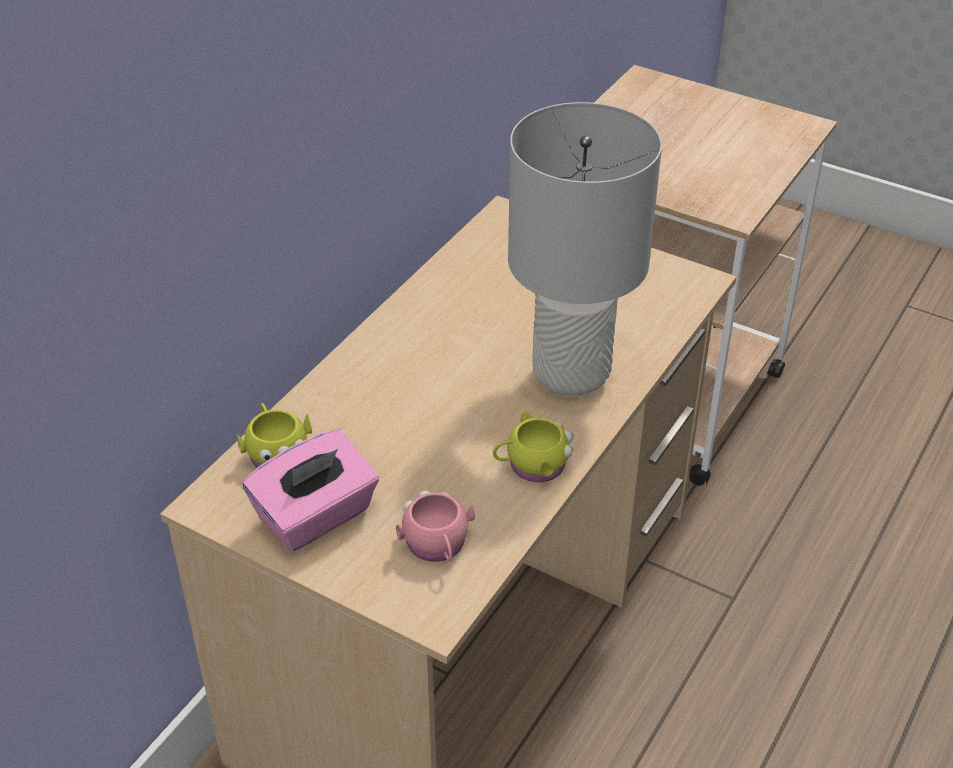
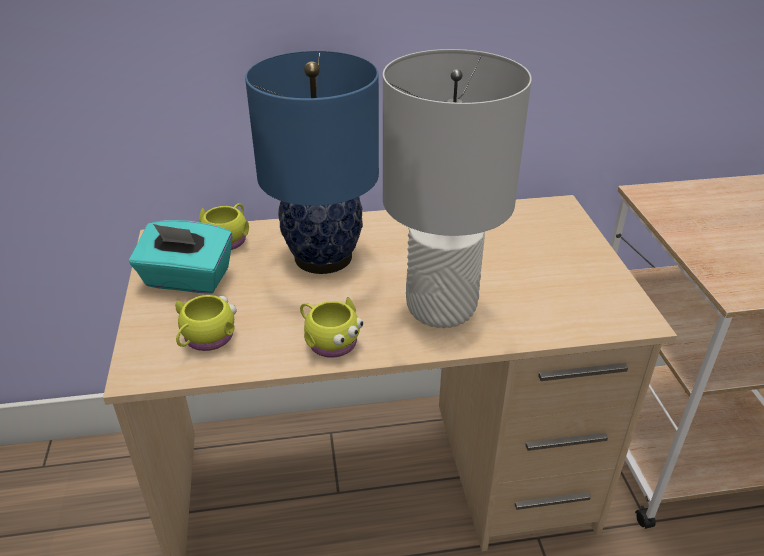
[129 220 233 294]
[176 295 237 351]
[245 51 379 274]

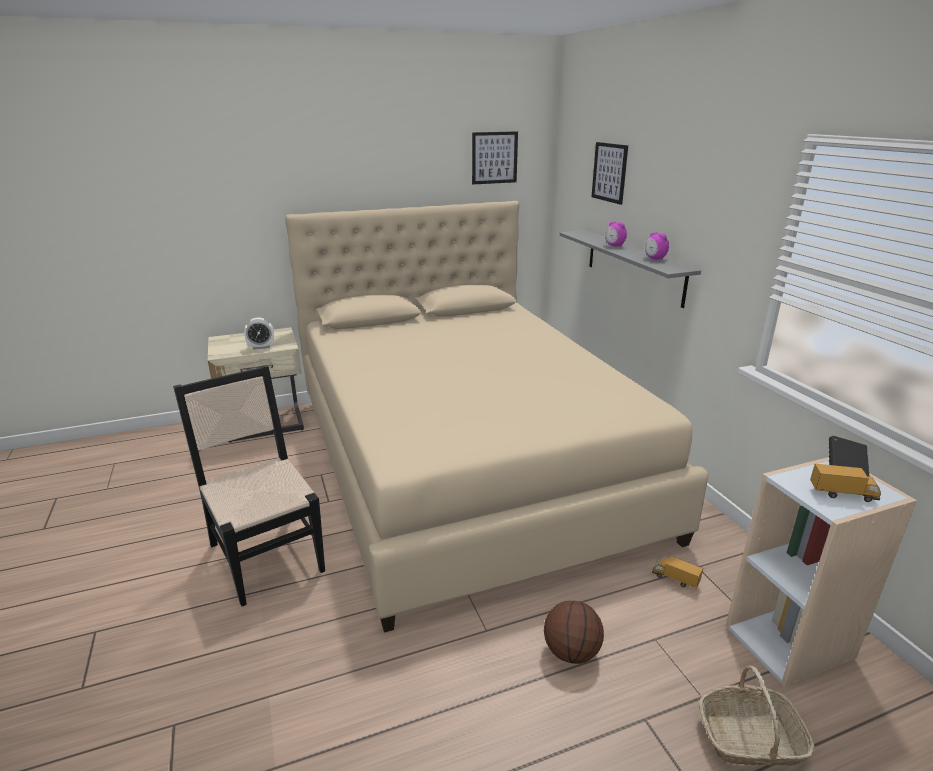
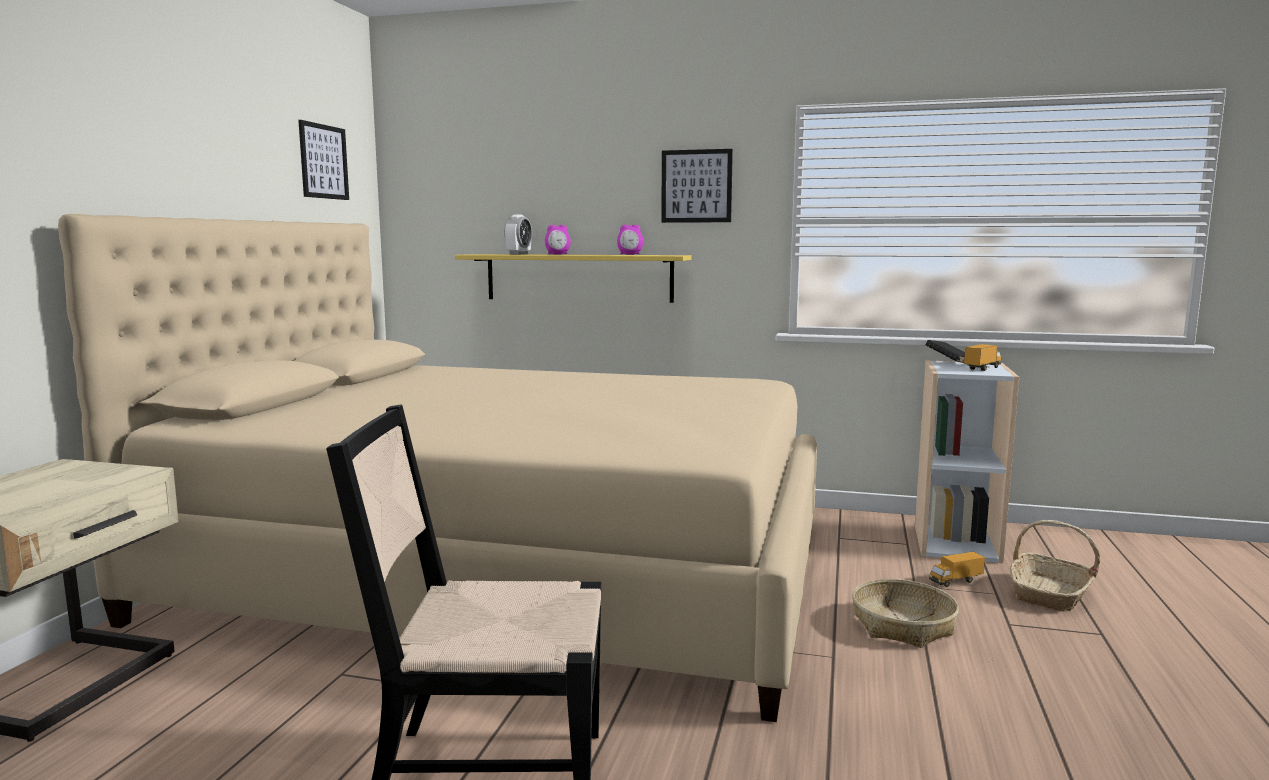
[661 149 733 223]
[455 254 692 303]
[504 214 532 255]
[929 552 985 587]
[852 579 959 648]

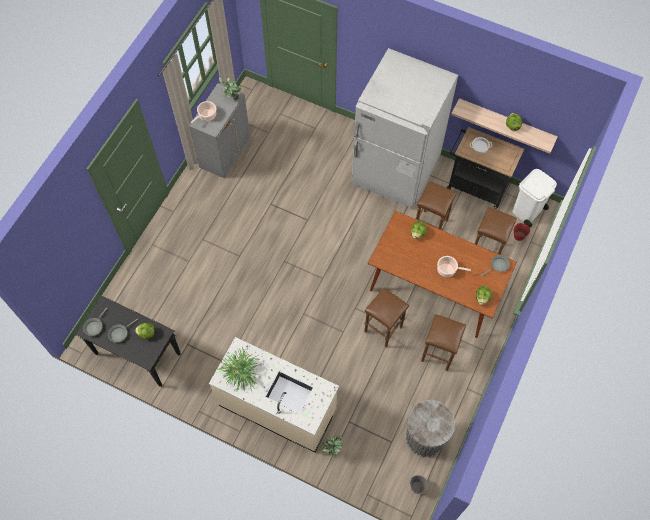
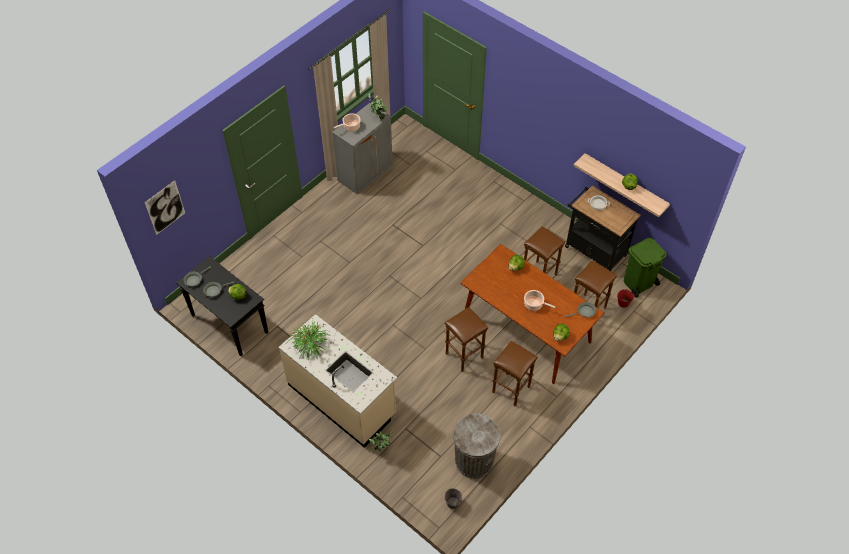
[352 48 458 209] (first image)
[624 238 667 298]
[145 180 185 235]

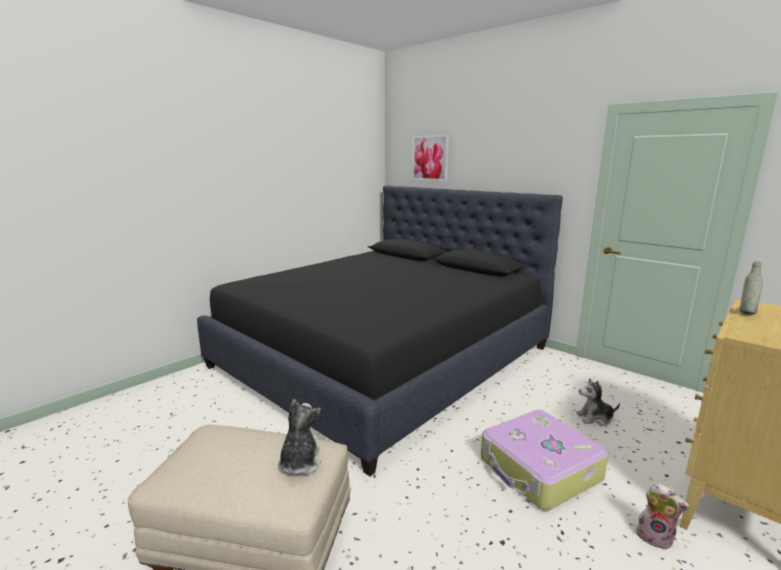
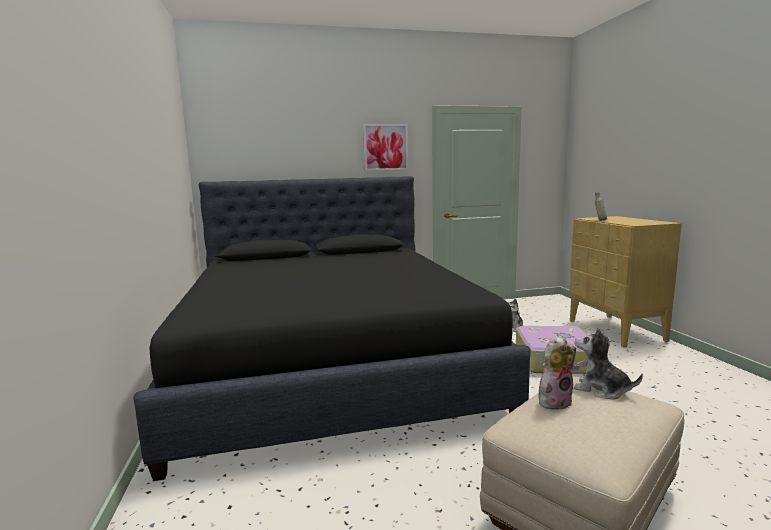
[363 124 408 171]
[538 336 576 409]

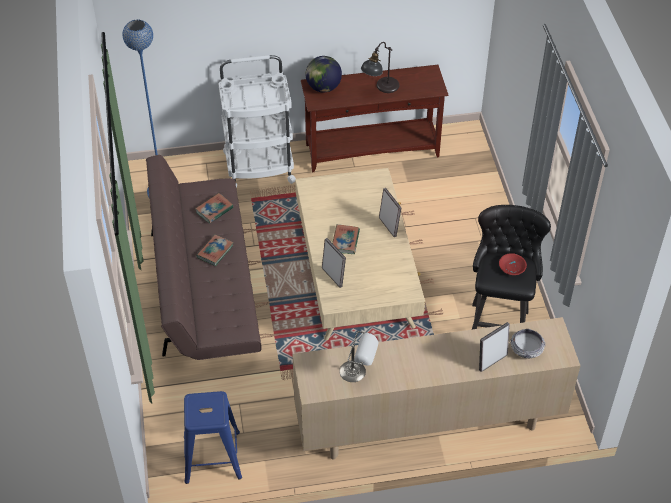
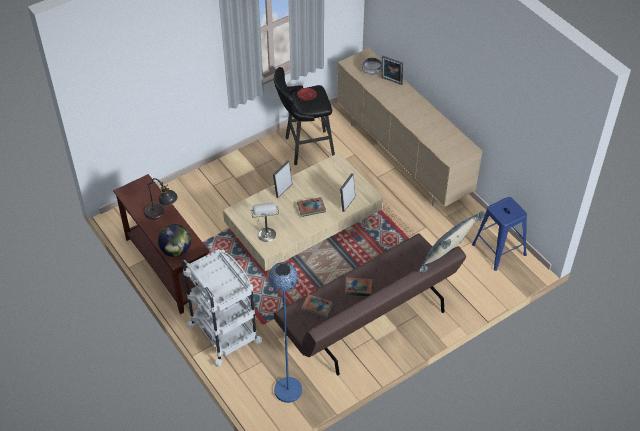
[251 203 279 242]
[419 210 485 272]

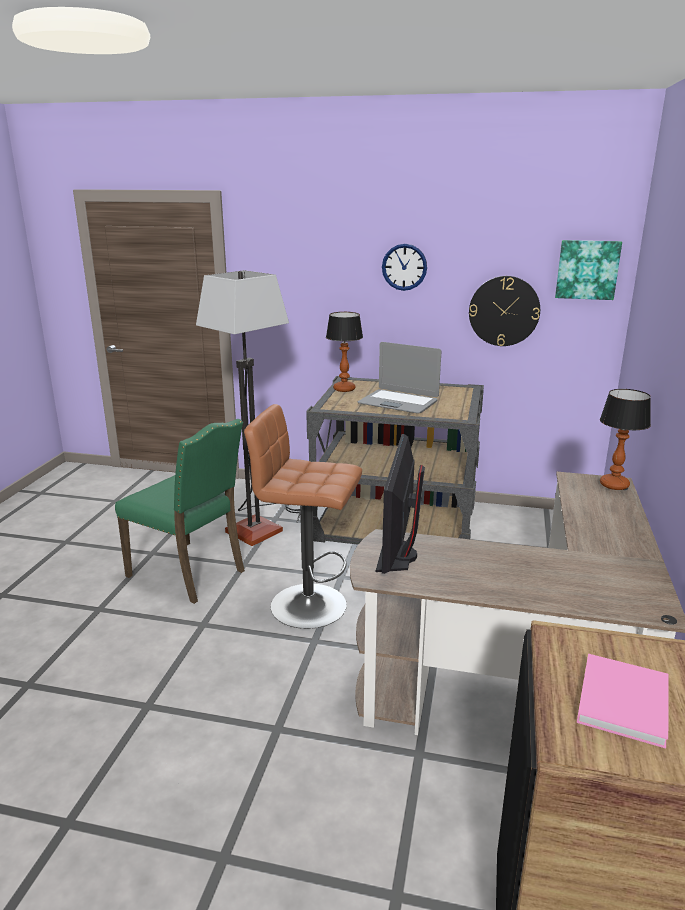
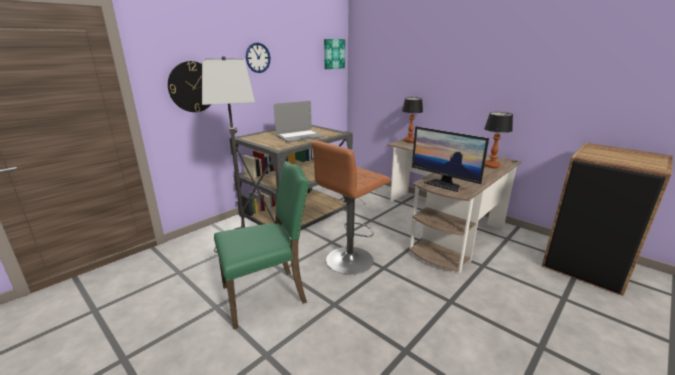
[168 61 211 112]
[484 112 513 168]
[577 654 669 749] (first image)

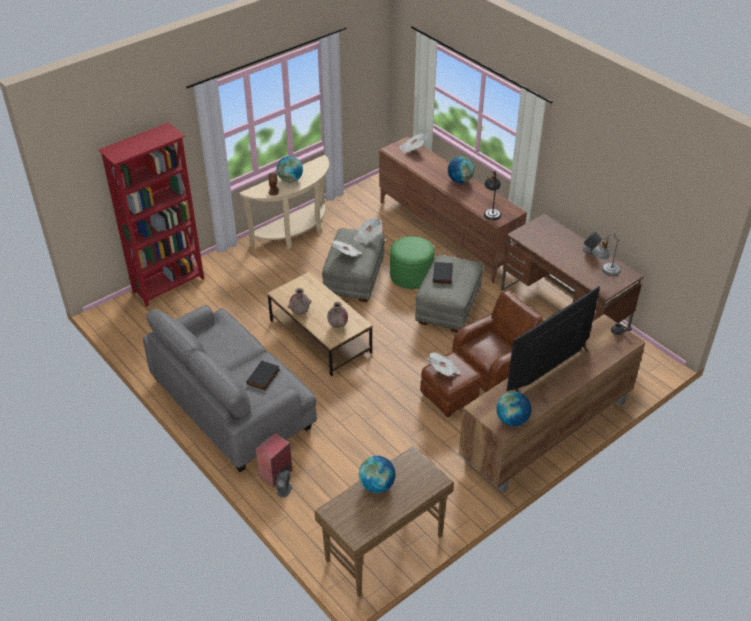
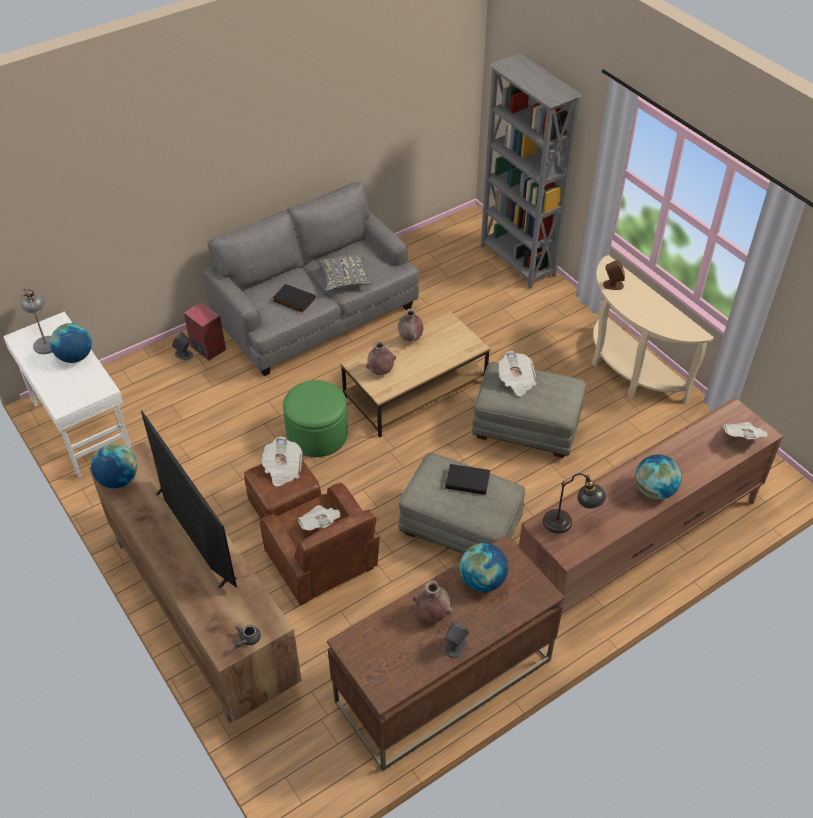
[481 53 583 289]
[460 543 508 592]
[298 505 340 530]
[20 287 52 354]
[283 380 348 457]
[3 312 131 478]
[317 254 373 291]
[413 581 453 623]

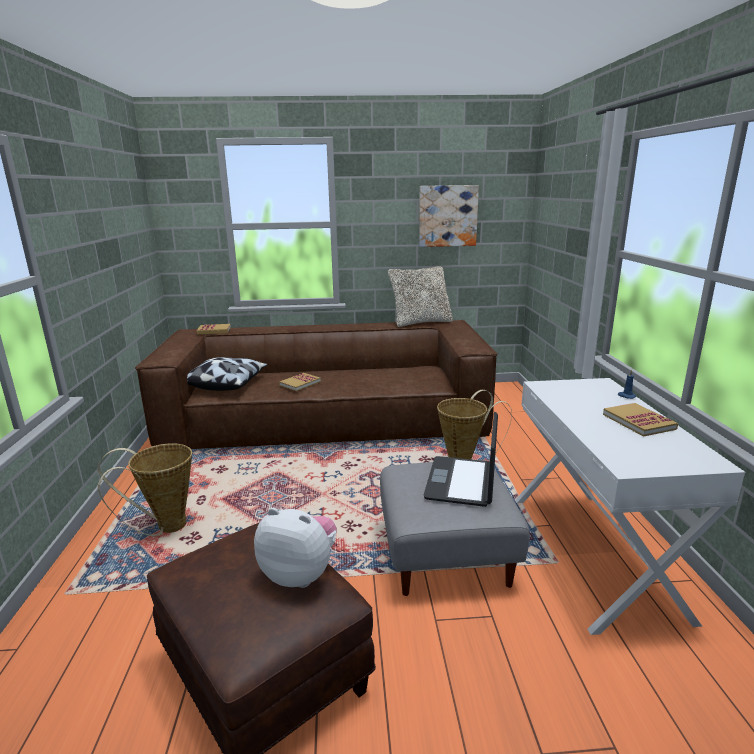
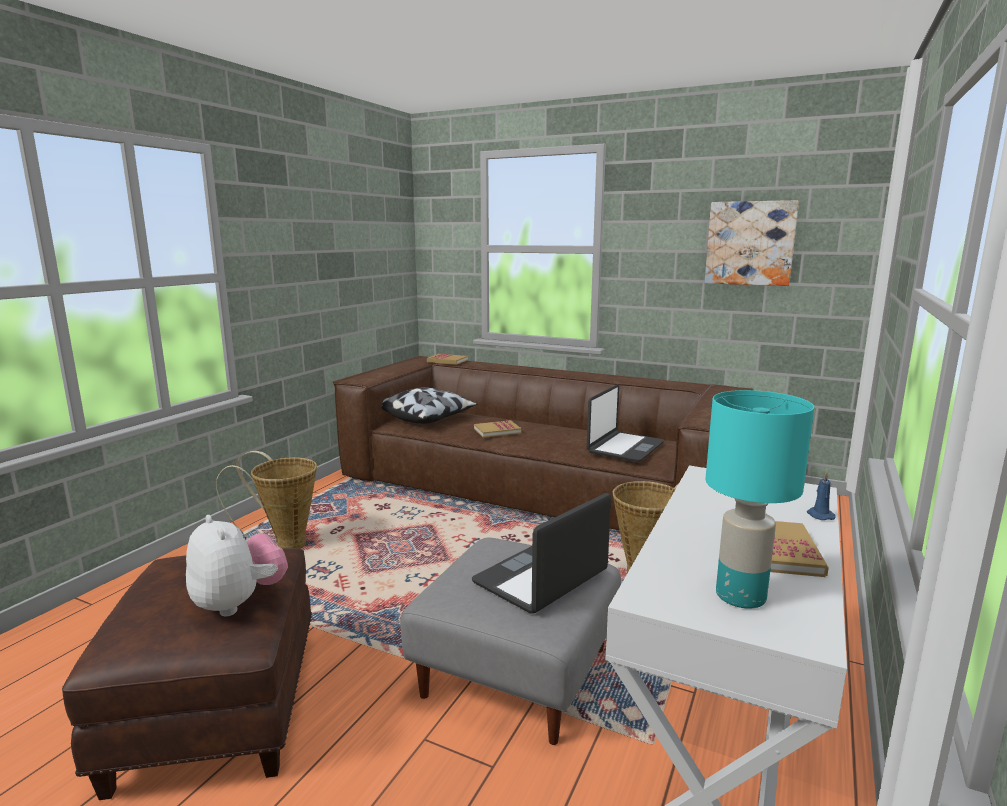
[388 267 453 327] (first image)
[586 384 664 462]
[705 390 814 609]

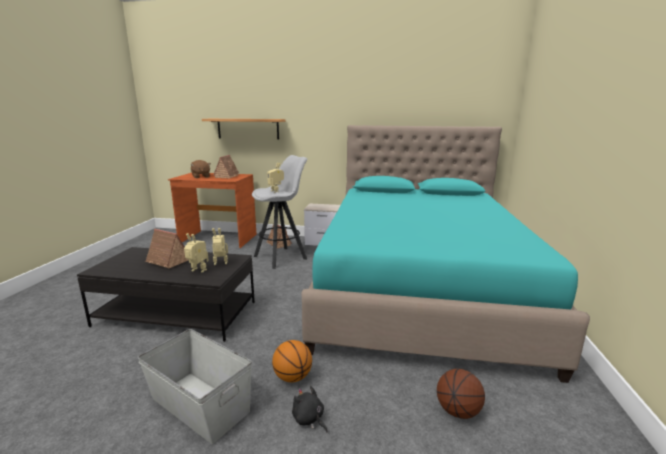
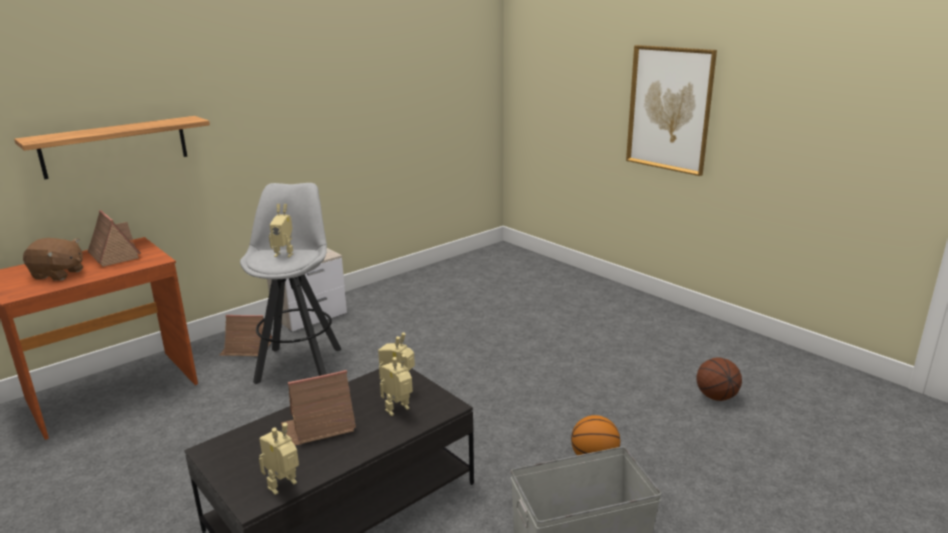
[301 125 590 383] (first image)
[292 386 328 433] (first image)
[626 45 717 176]
[259 423 299 495]

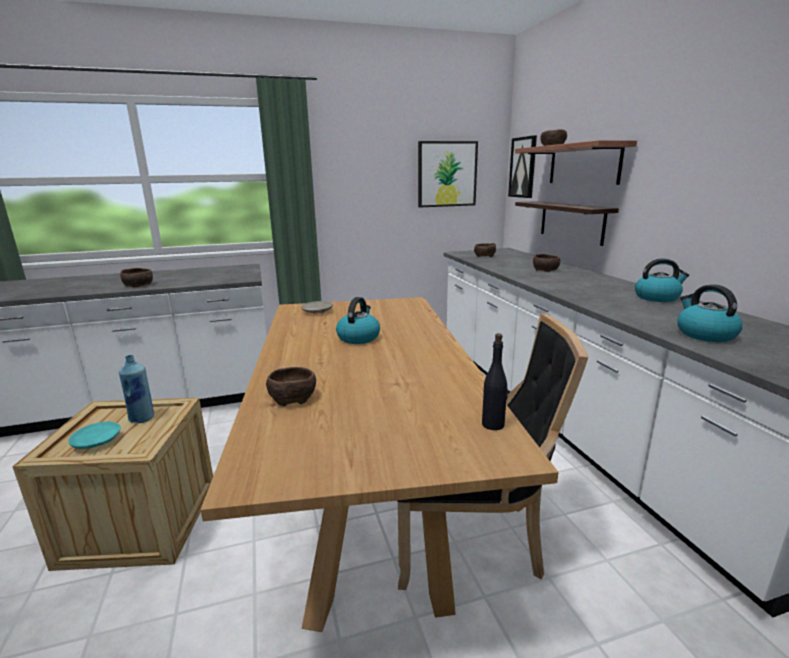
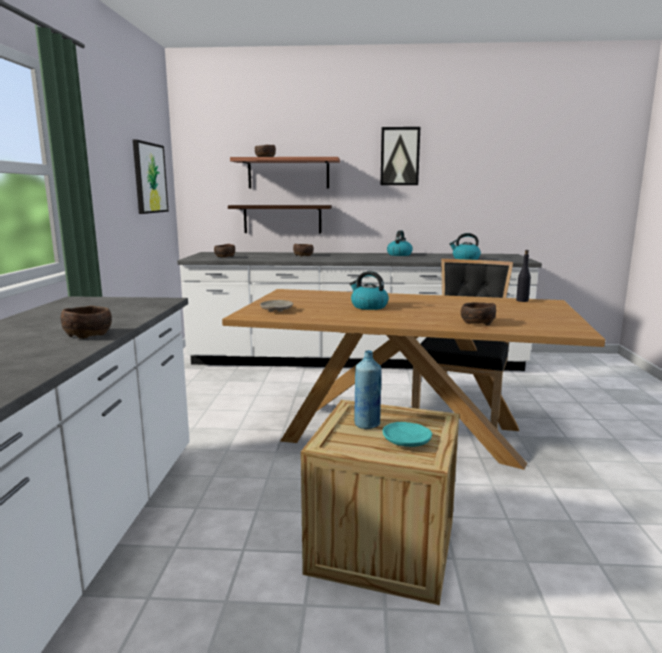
[380 127 420 185]

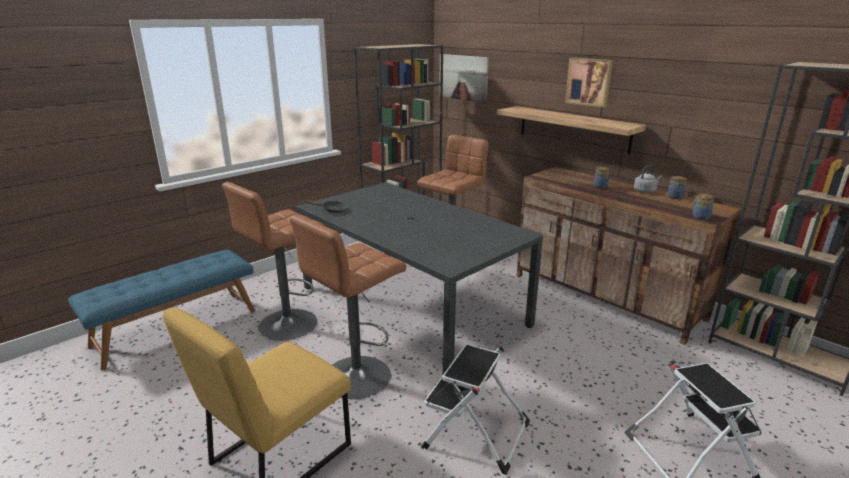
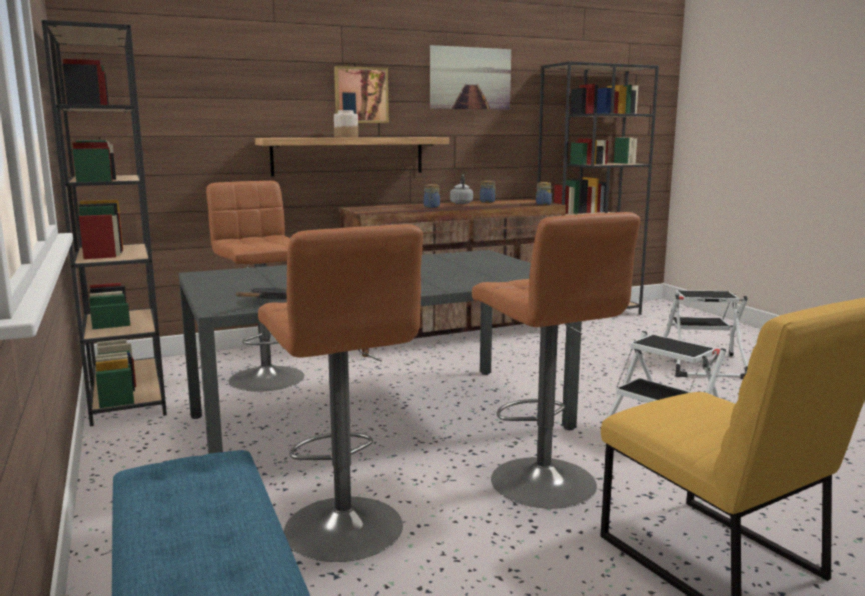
[430 45 511 110]
[334 110 358 138]

